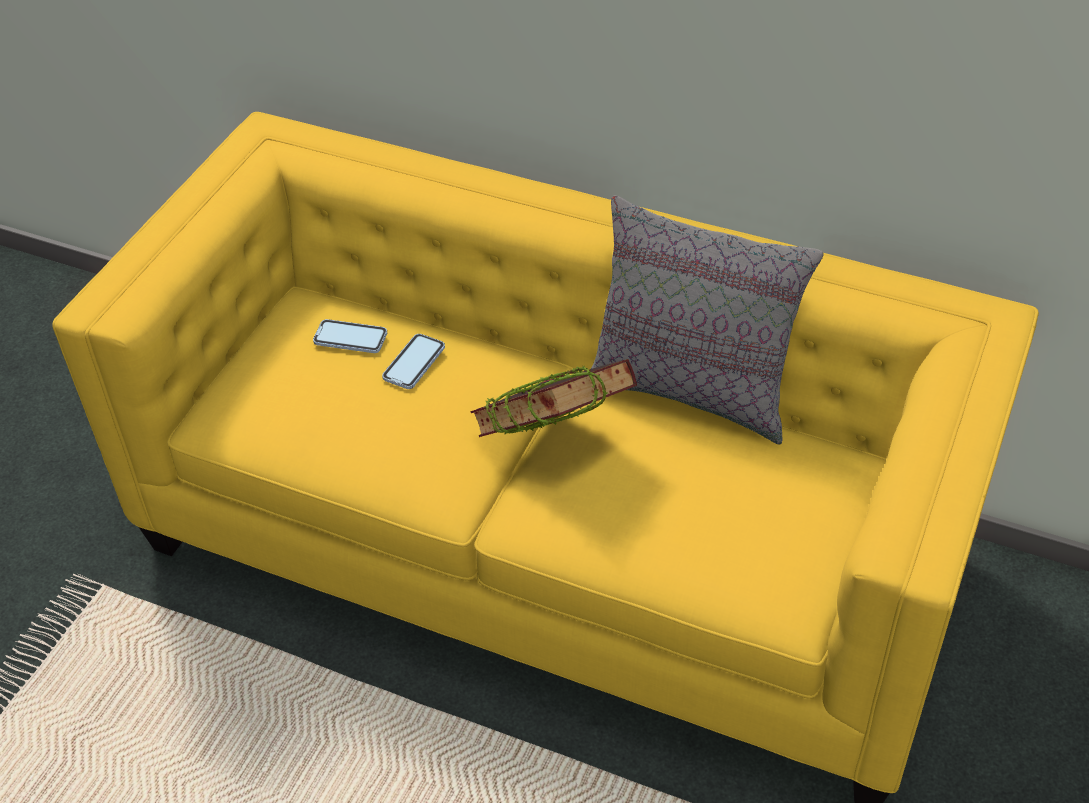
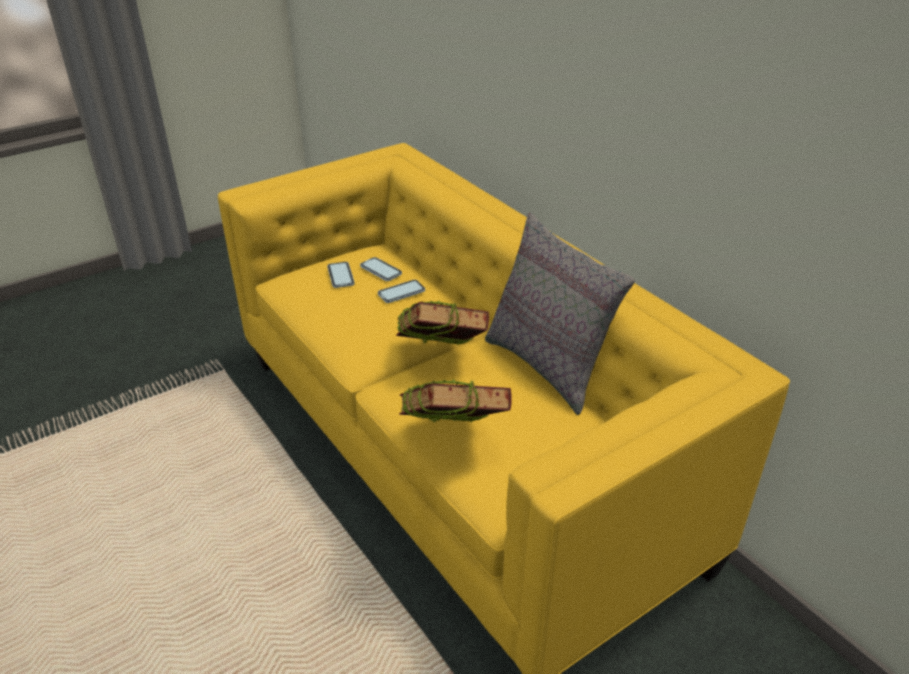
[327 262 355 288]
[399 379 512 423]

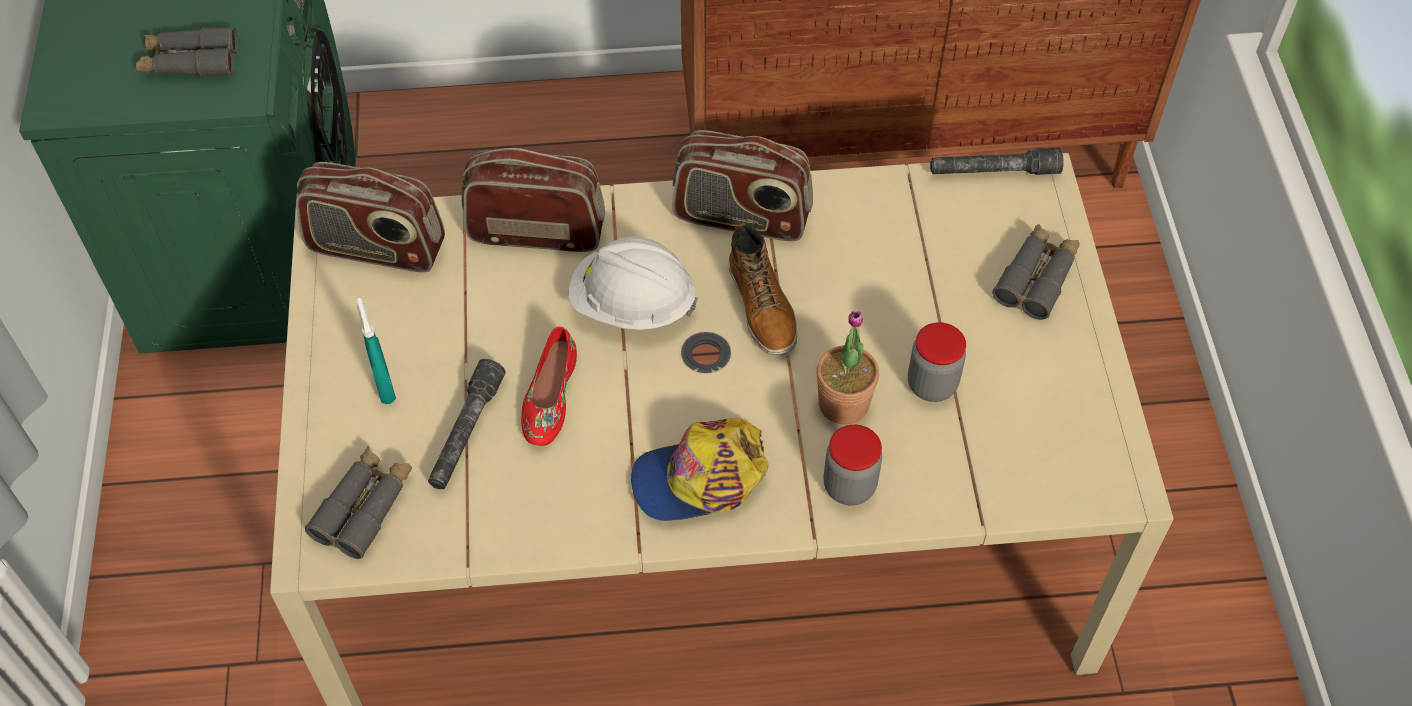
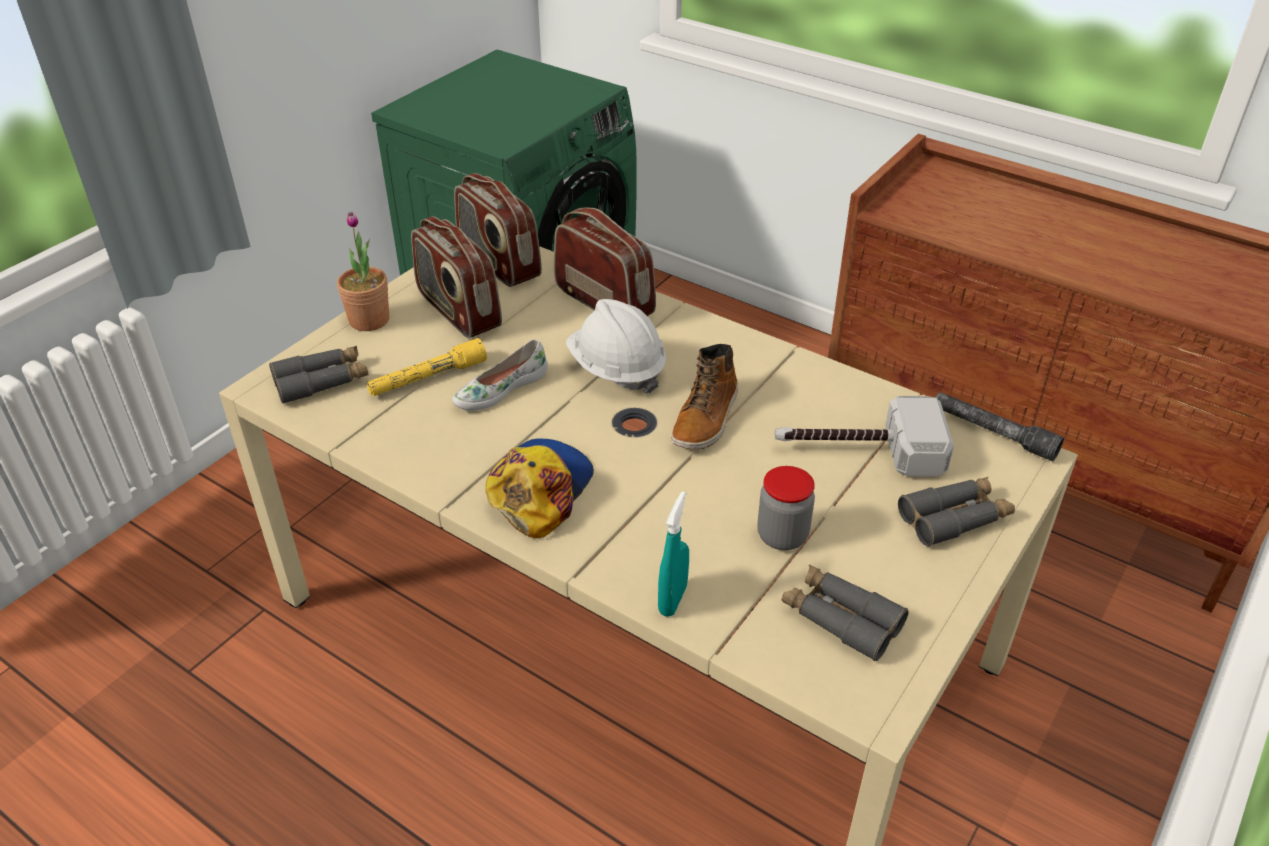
[782 564 909 661]
[411 216 502 338]
[658 492 689 617]
[337 212 389 331]
[452 339 548 411]
[367 338 487 396]
[485 438 594 538]
[823 425 882 505] (first image)
[775 396 954 477]

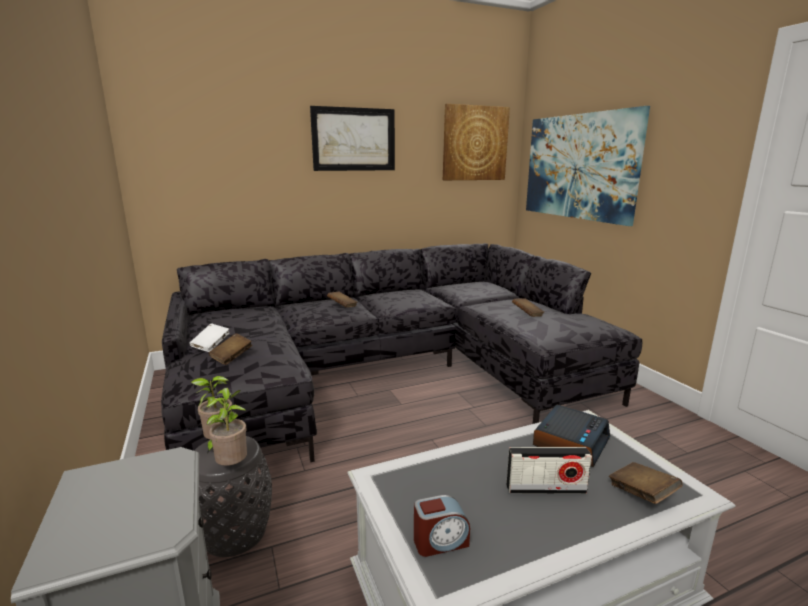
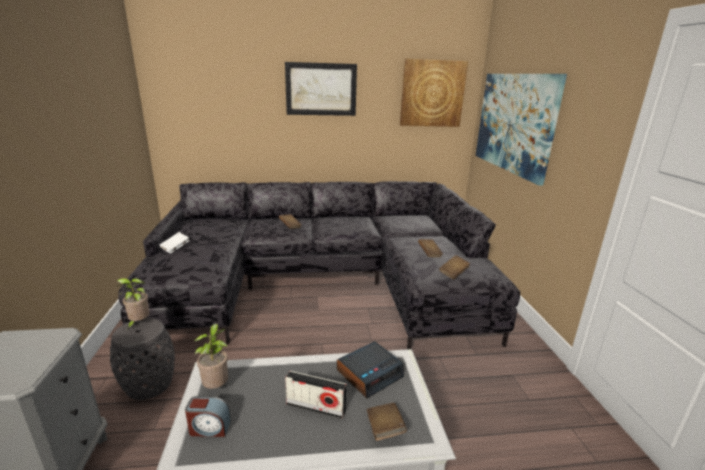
[439 255 470 279]
[194 324 228 389]

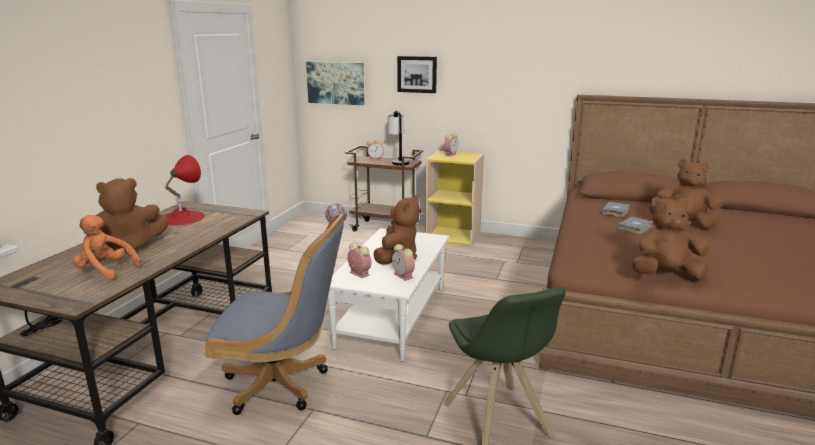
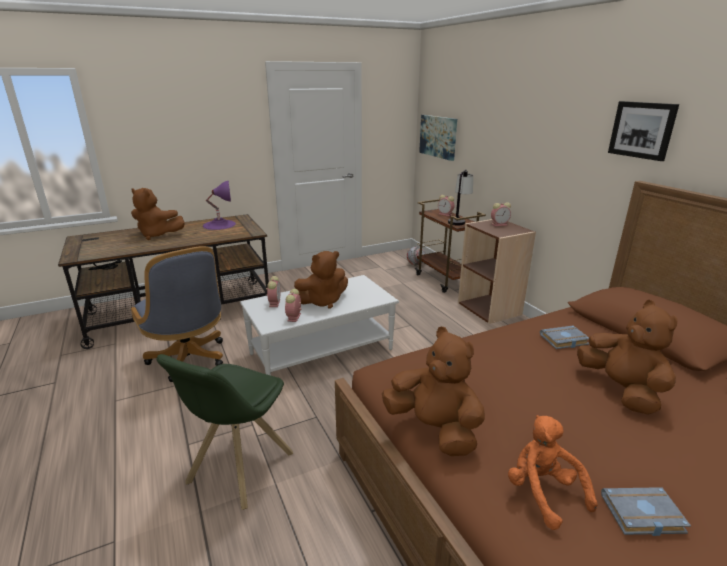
[608 101 679 161]
[458 219 536 324]
[203 181 236 230]
[508 415 598 530]
[601 487 691 536]

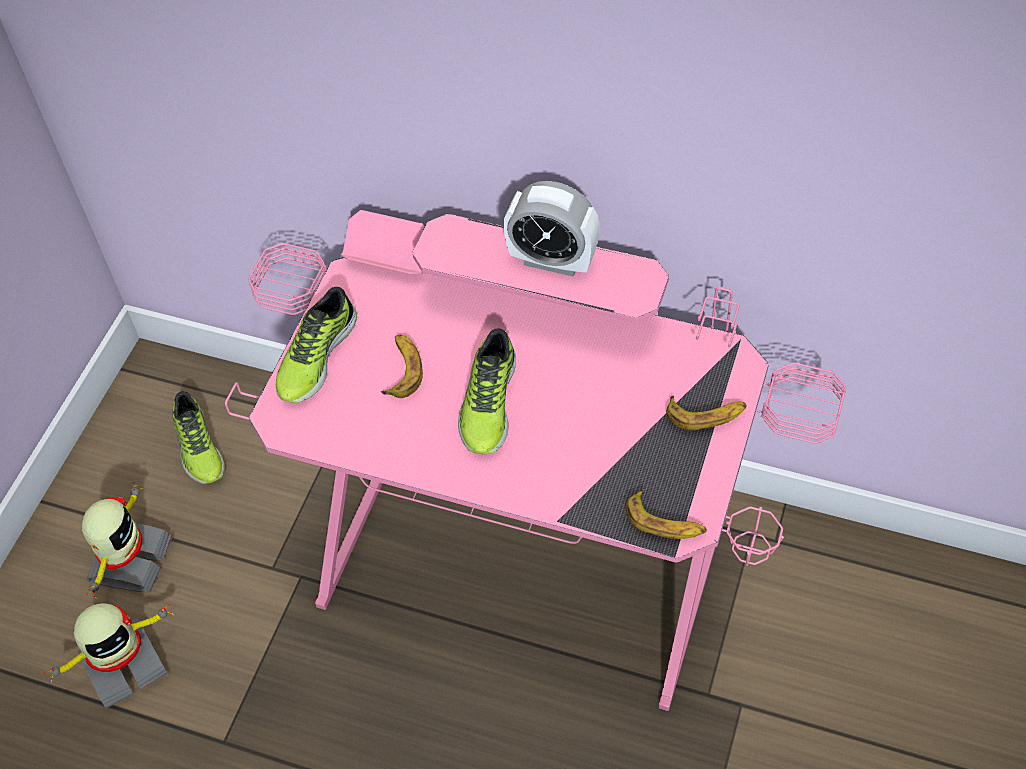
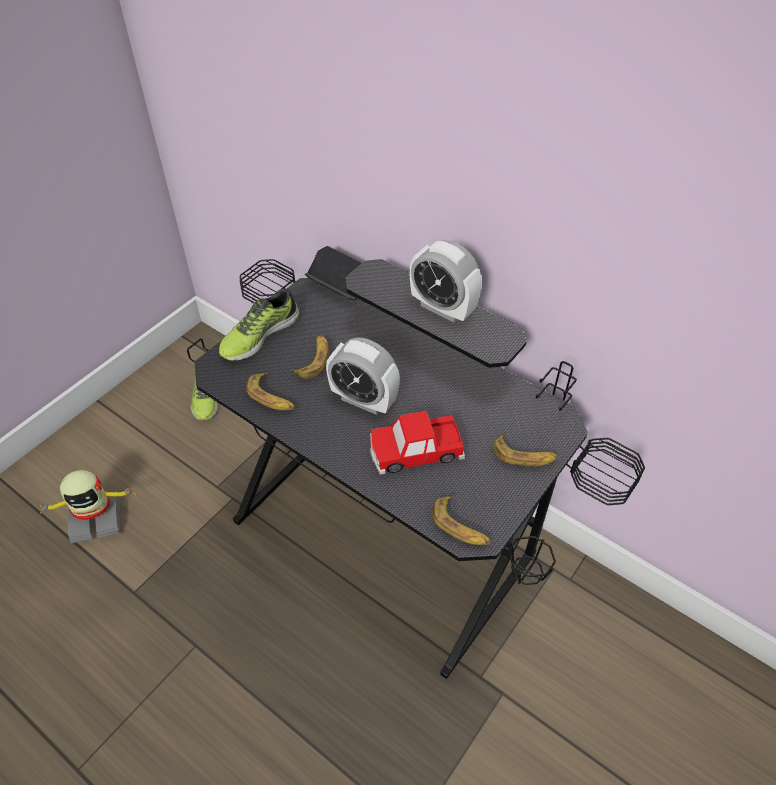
[187 246 645 679]
[326 338 400 415]
[82 482 173 598] (first image)
[246 373 295 410]
[370 411 465 475]

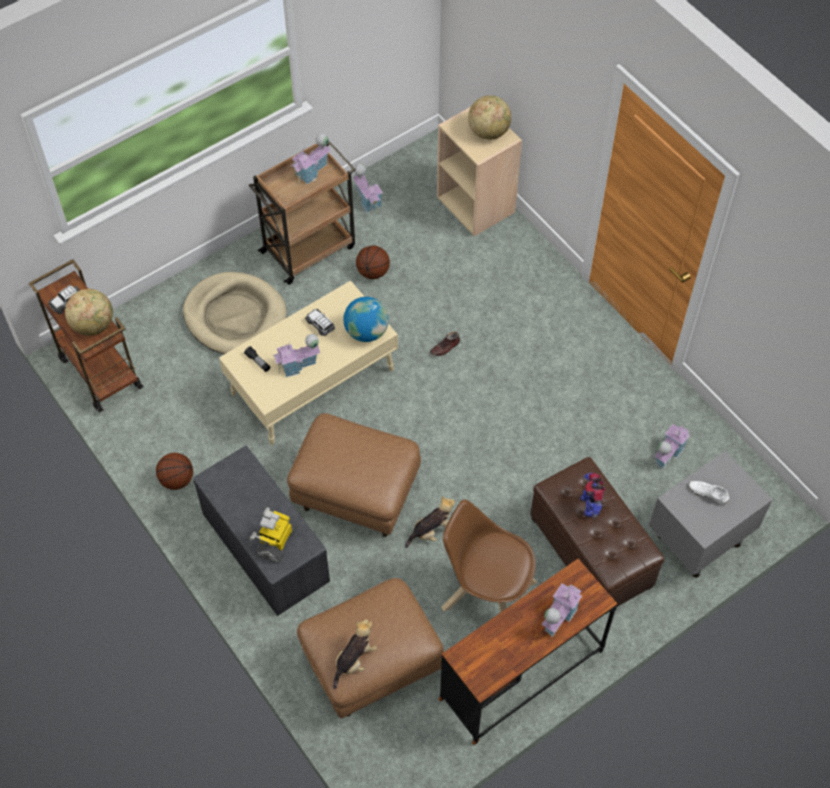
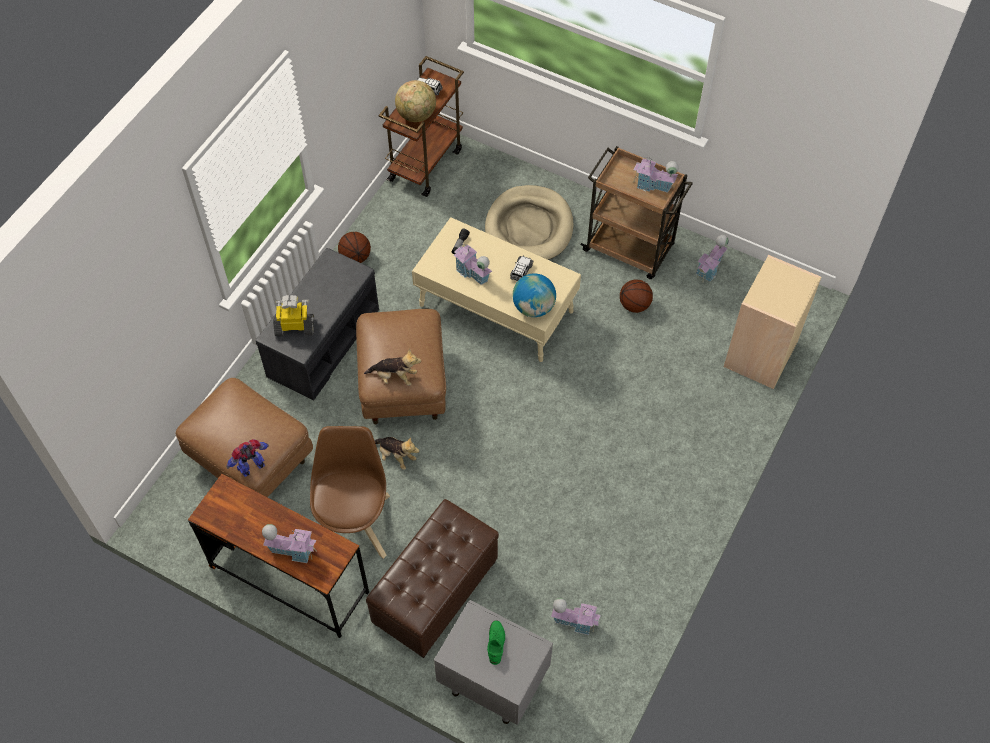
[468 95 512 140] (first image)
[430 332 460 356] (first image)
[226 439 269 477]
[487 621 505 665]
[364 349 421 386]

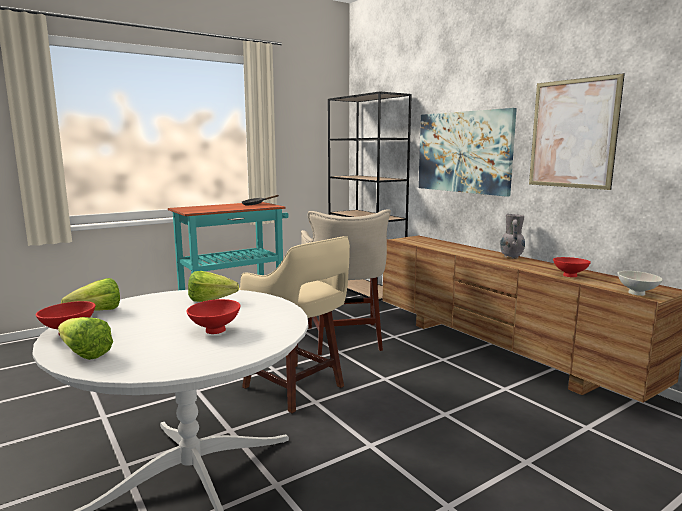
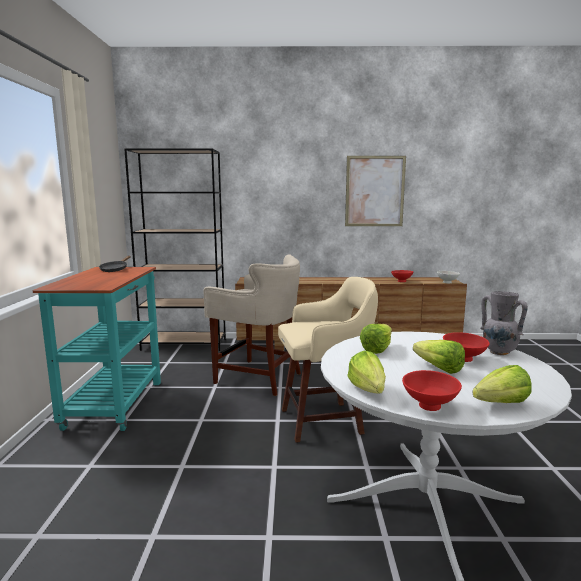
[418 108 517 197] (first image)
[480 291 528 355]
[413 340 465 374]

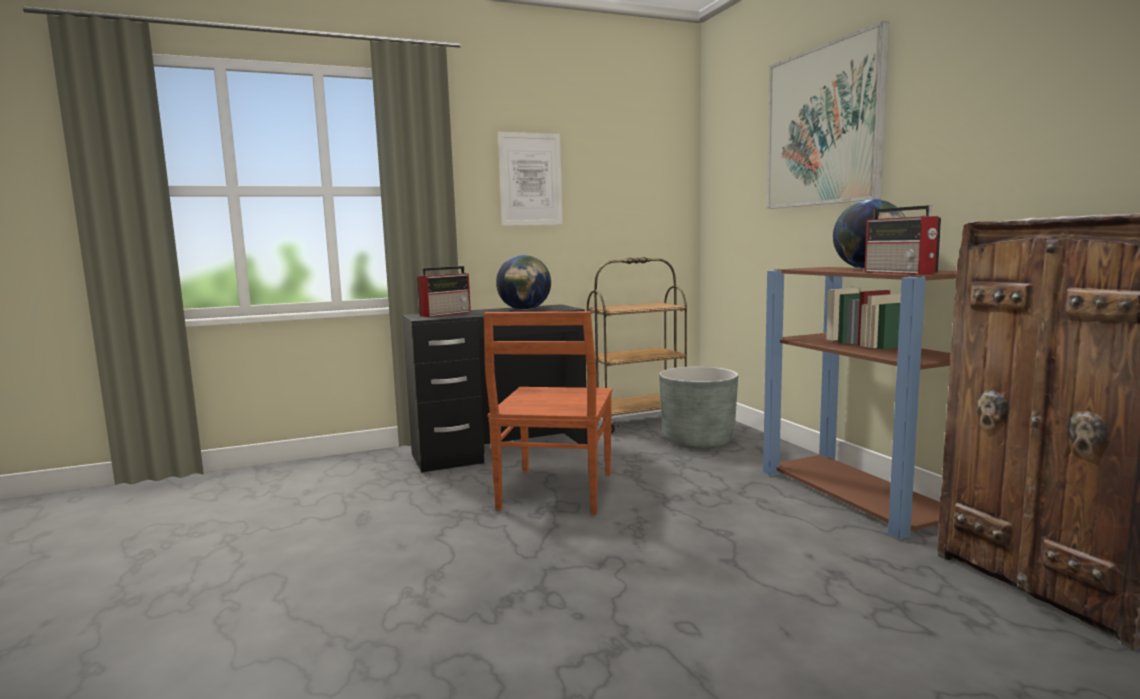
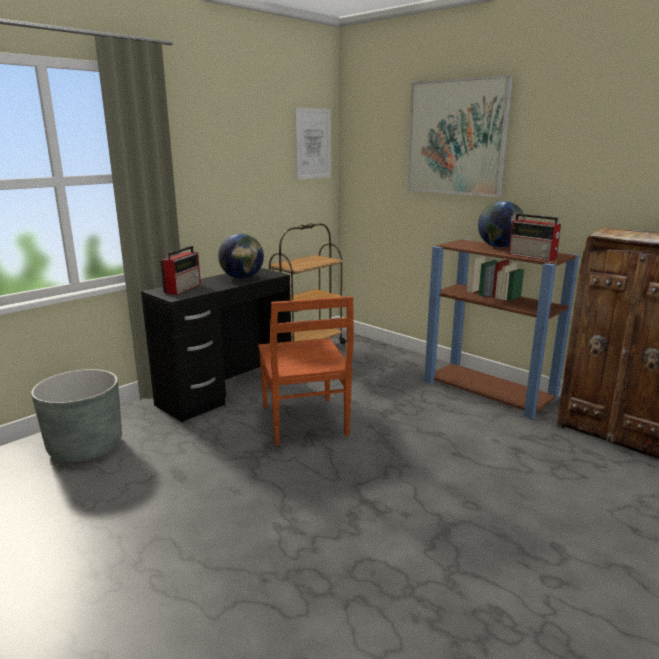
[295 107 331 180]
[31 369 122 462]

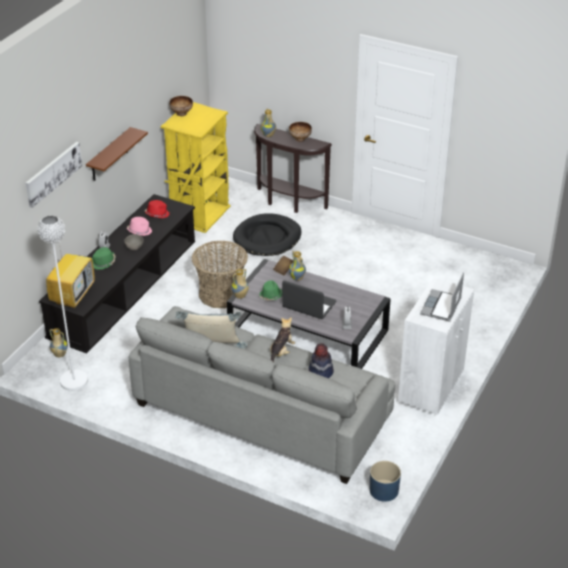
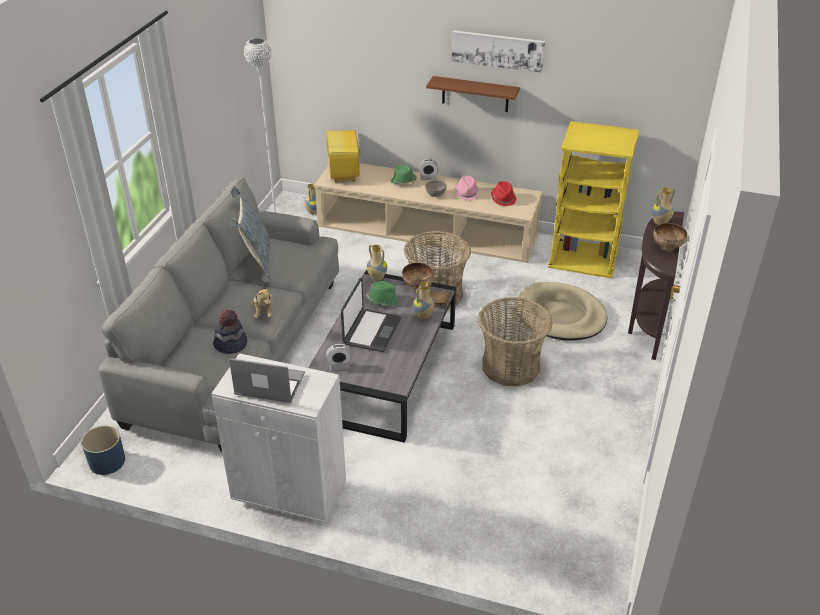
[402 263 433 291]
[452 30 545 73]
[314 163 542 263]
[516 282 608 341]
[326 121 361 182]
[250 287 273 318]
[478 297 553 386]

